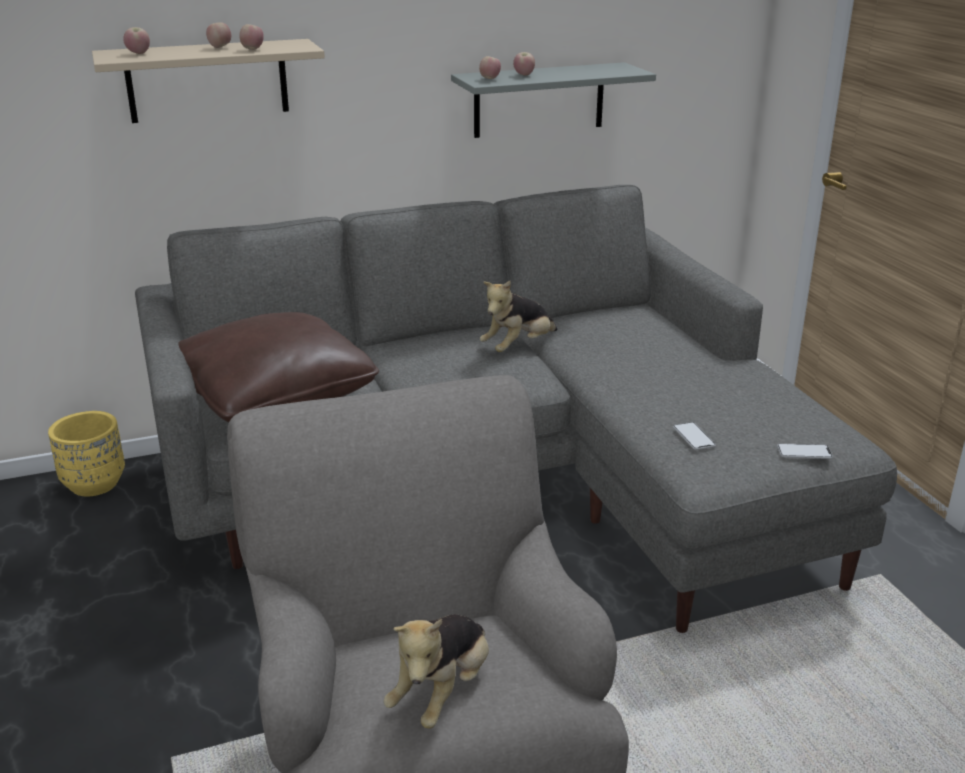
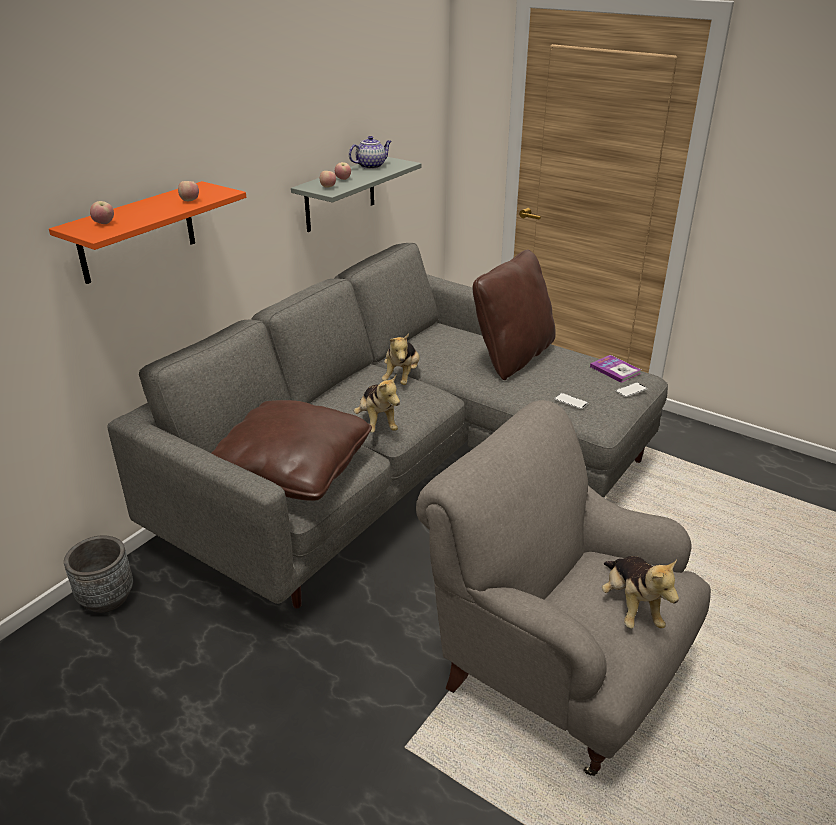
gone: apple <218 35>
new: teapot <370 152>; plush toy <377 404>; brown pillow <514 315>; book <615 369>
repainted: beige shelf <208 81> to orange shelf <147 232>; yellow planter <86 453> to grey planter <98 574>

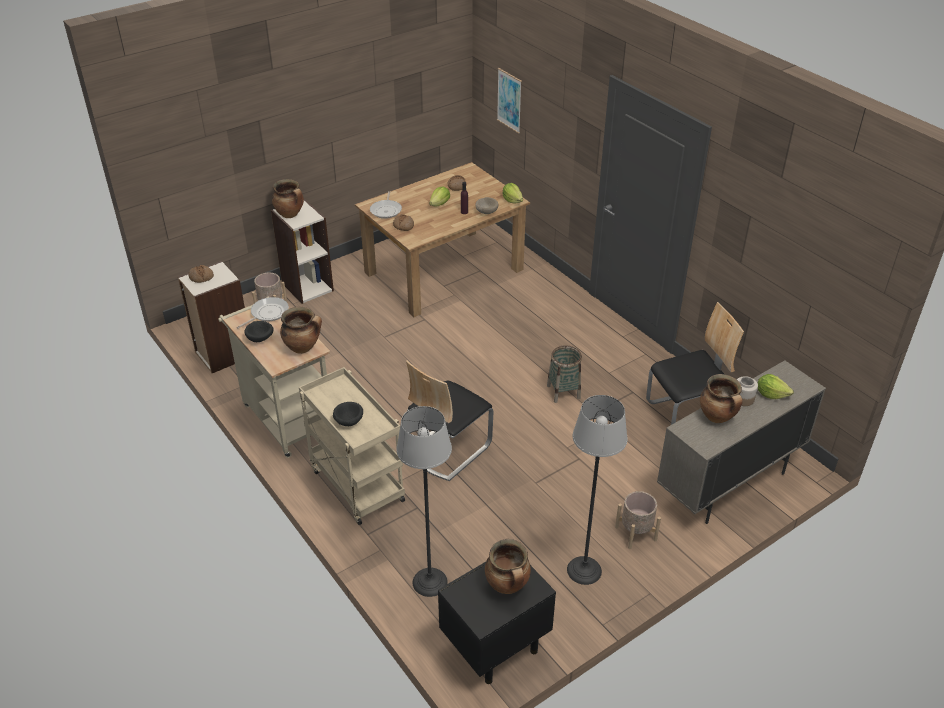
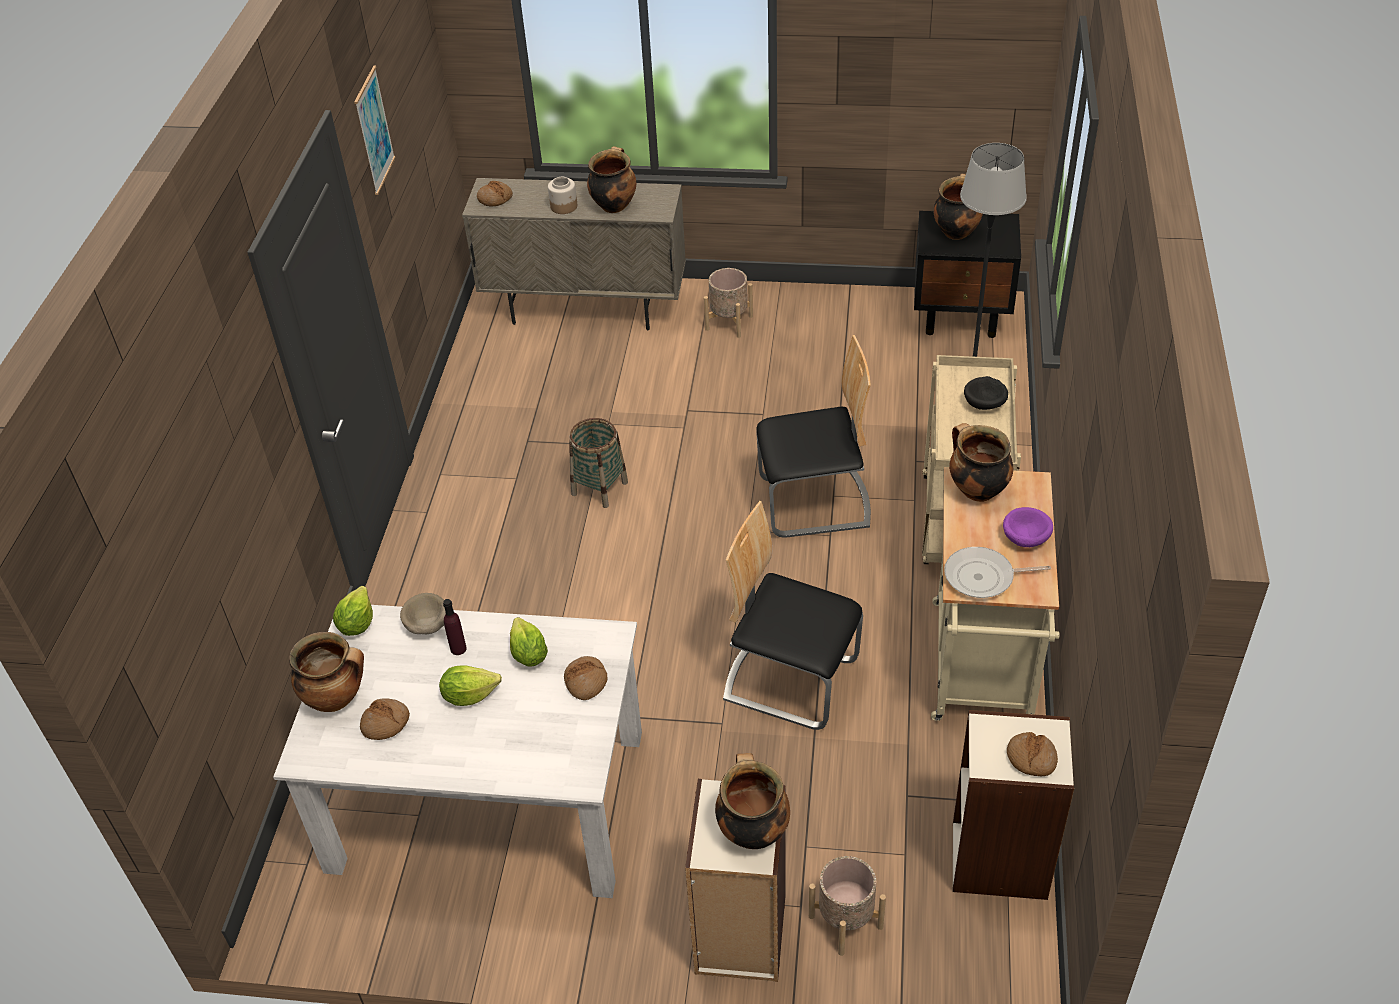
gone: frying pan <386 205>; floor lamp <597 490>
new: cooking pot <326 672>; bread <495 193>
shifted: picture <509 100> to <375 130>; lettuce <776 386> to <529 642>; chair <695 363> to <793 615>
repainted: brown dining table <442 239> to white dining table <457 751>; black bowl <259 331> to purple bowl <1028 527>

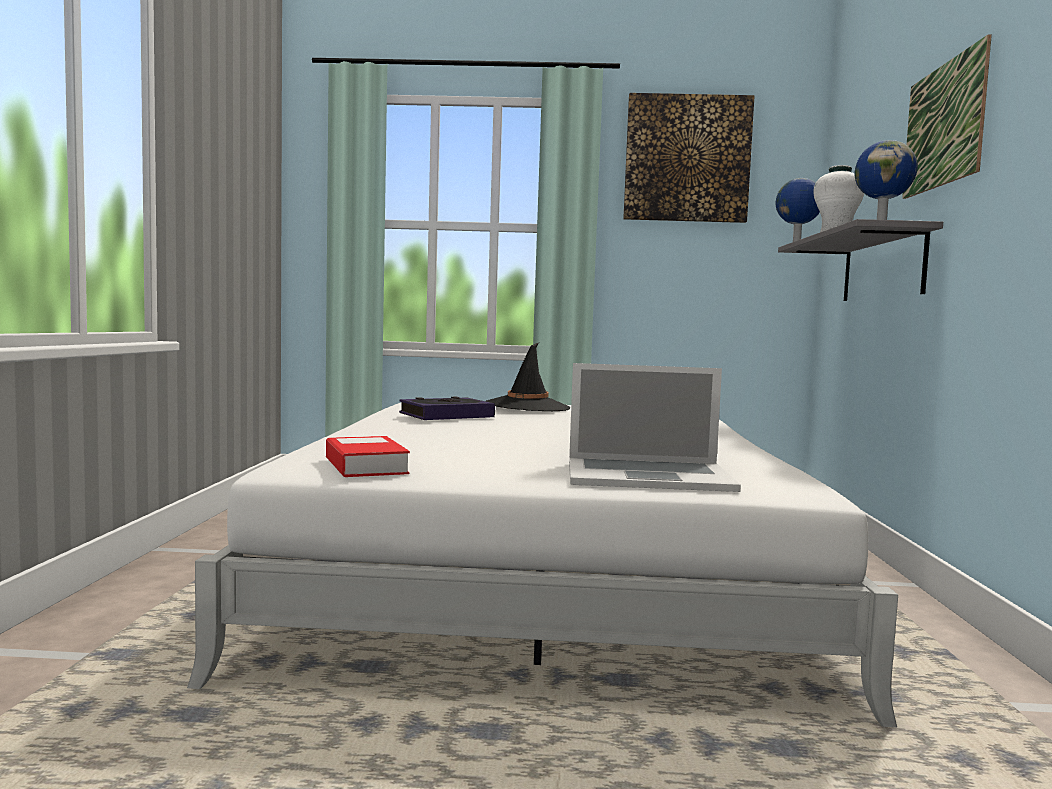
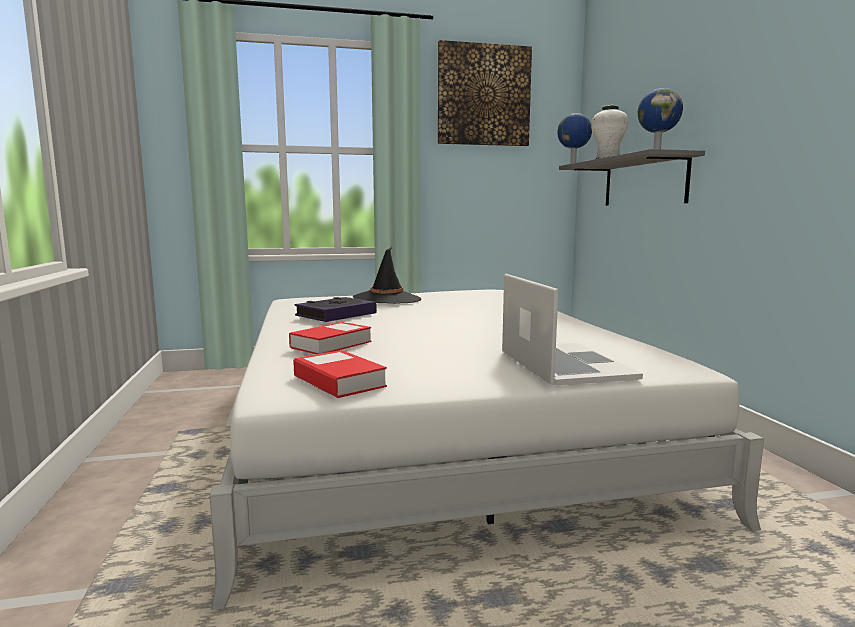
gone: picture <947 116>
new: book <330 338>
rotated: laptop <655 427> = <572 329> 90 degrees counterclockwise

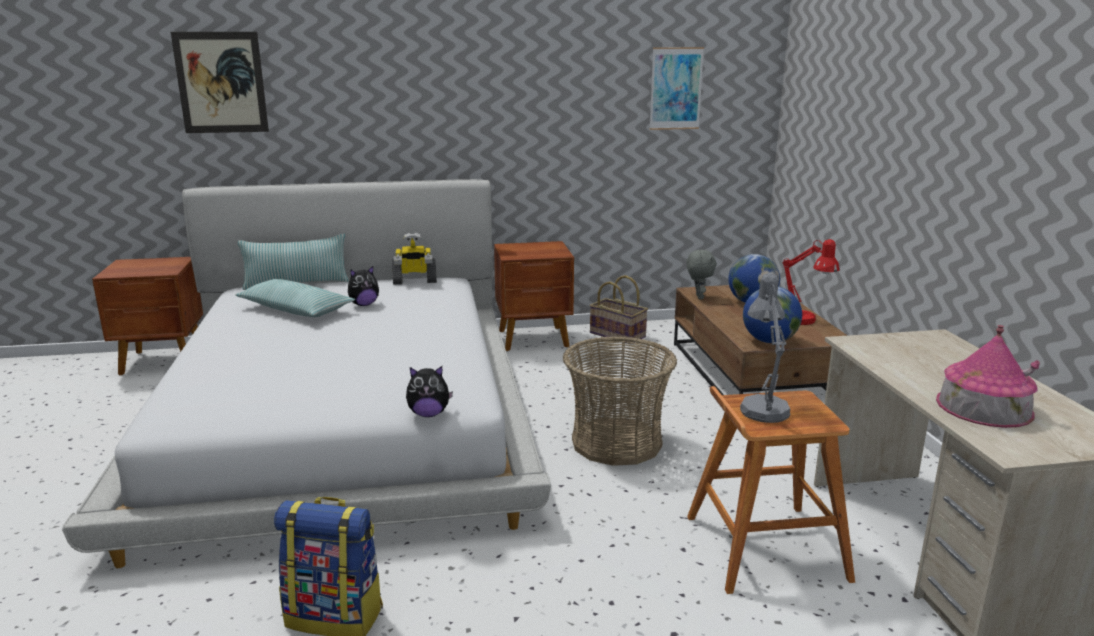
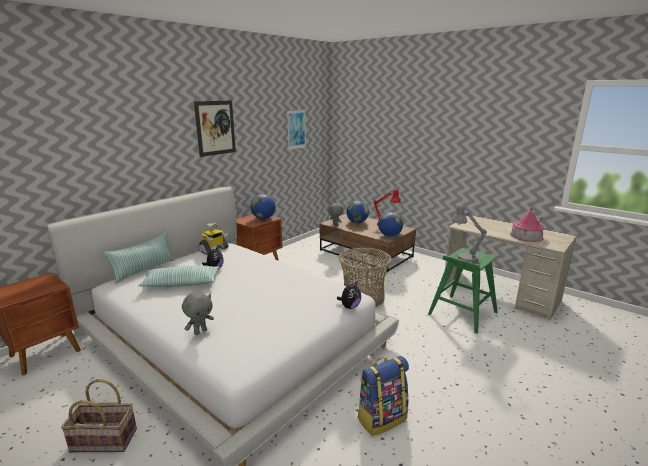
new: grey plush toy <198 313>; globe <263 206>
shifted: basket <618 309> to <99 415>; picture <220 82> to <215 128>
repainted: brown stool <771 490> to green stool <463 291>

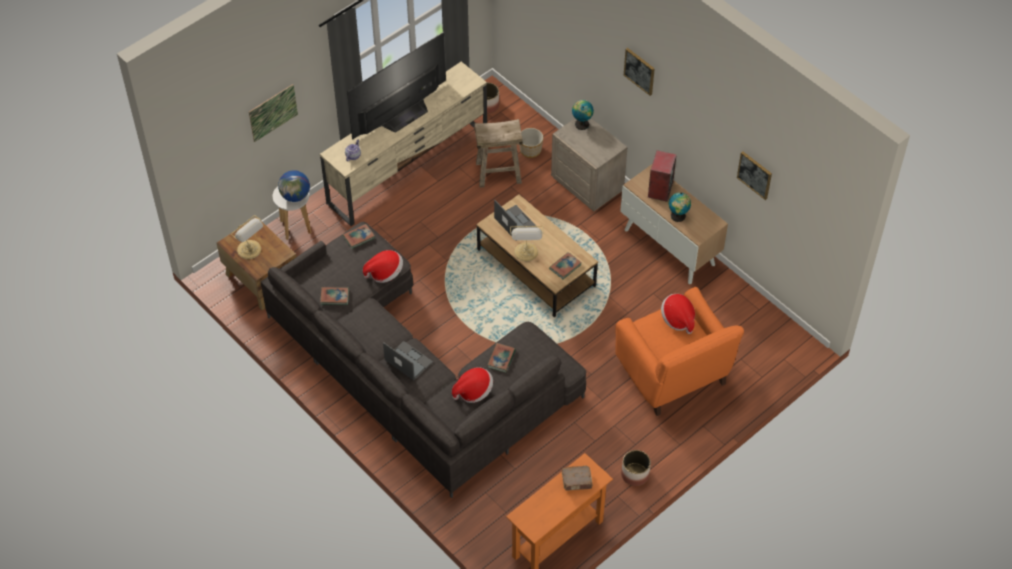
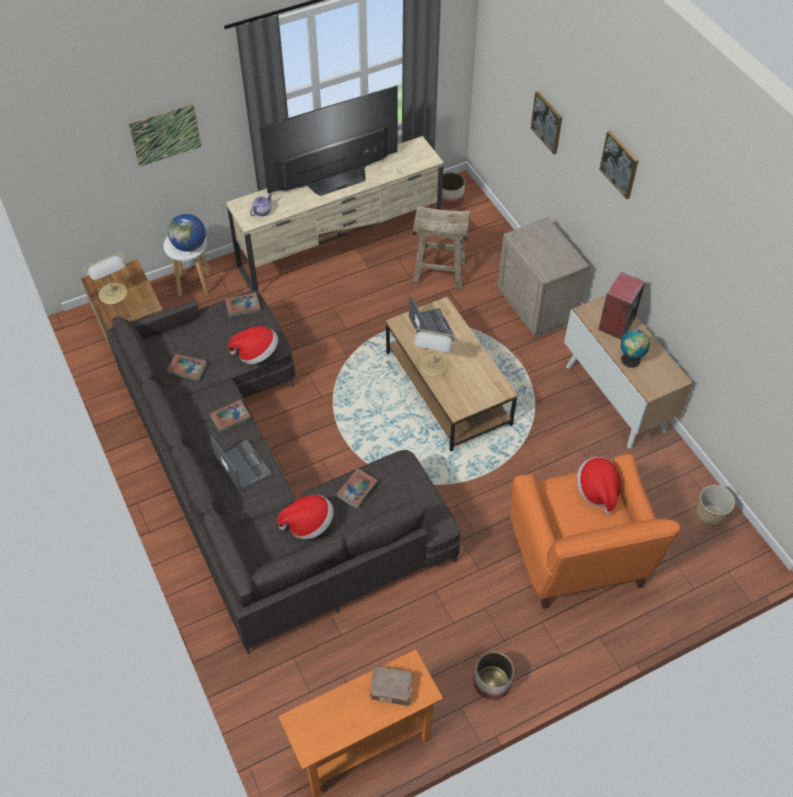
gone: globe <583 115>
shifted: book <565 265> to <230 416>; picture <754 175> to <546 122>; planter <531 143> to <715 505>

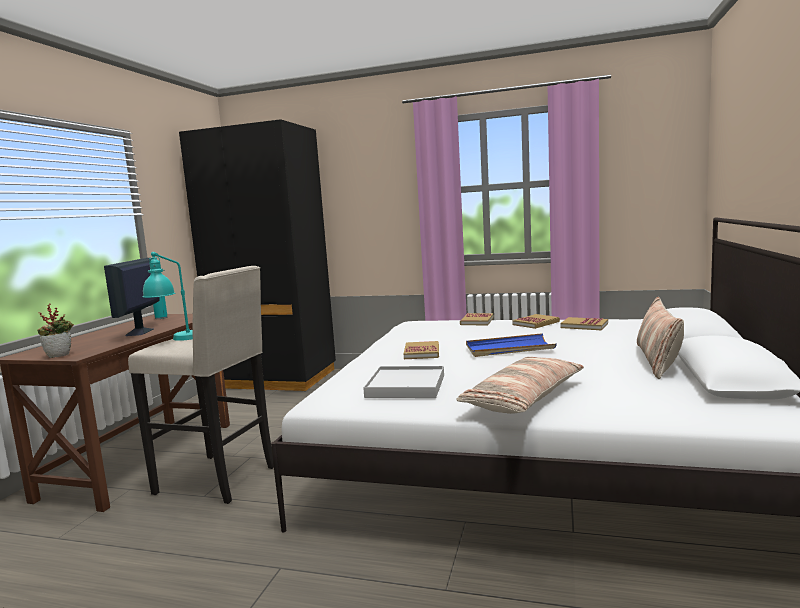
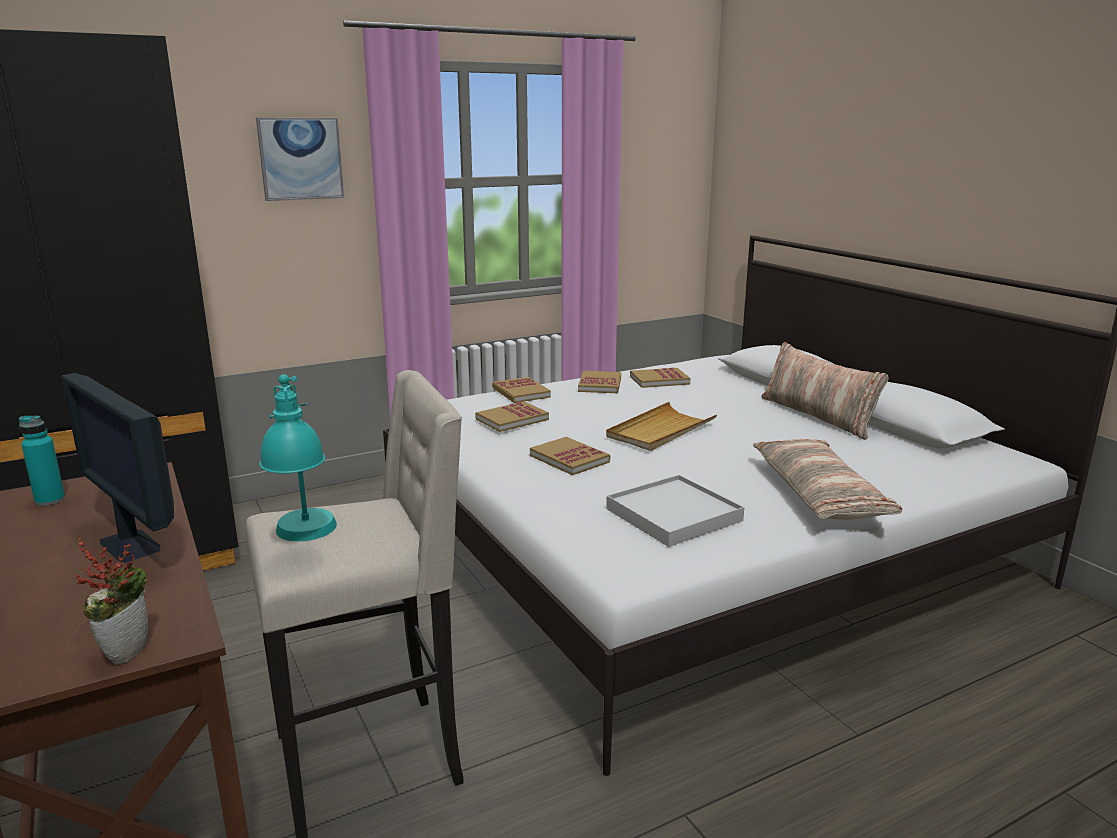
new: picture <300 159>; book <512 417>
repainted: blue tray <511 345> to beige tray <661 426>

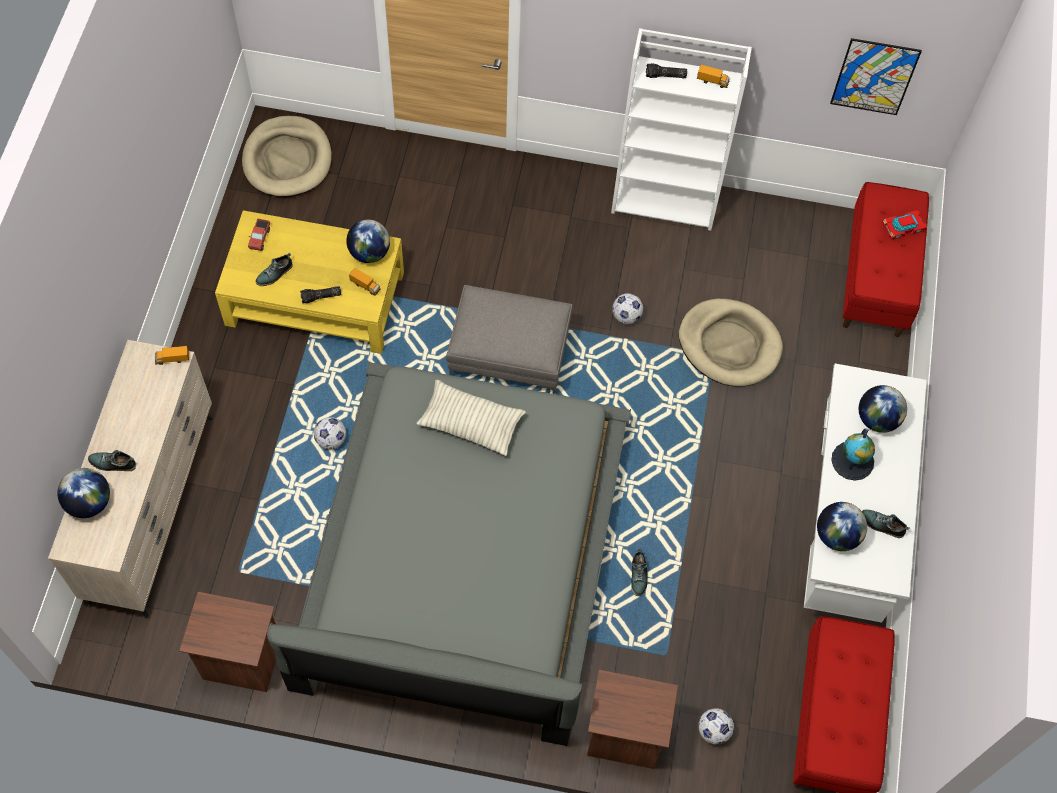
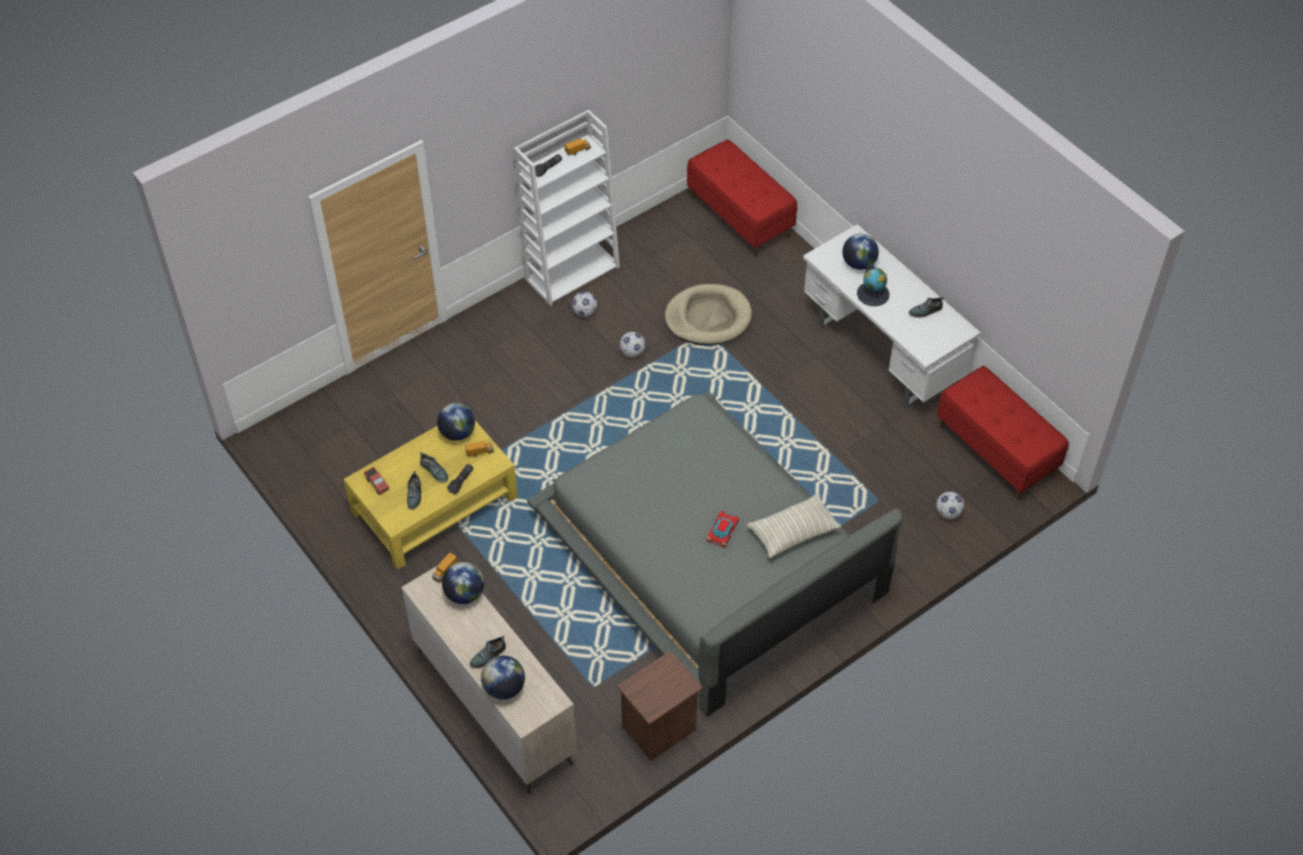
gone: beige dog bed <287 156>; grey ottoman <509 339>; brown nightstand <632 719>; picture <876 76>
shifted: shoe <639 572> to <434 467>; globe <842 526> to <463 583>; football <330 433> to <584 304>; toy car <904 225> to <722 529>; pillow <471 418> to <794 526>

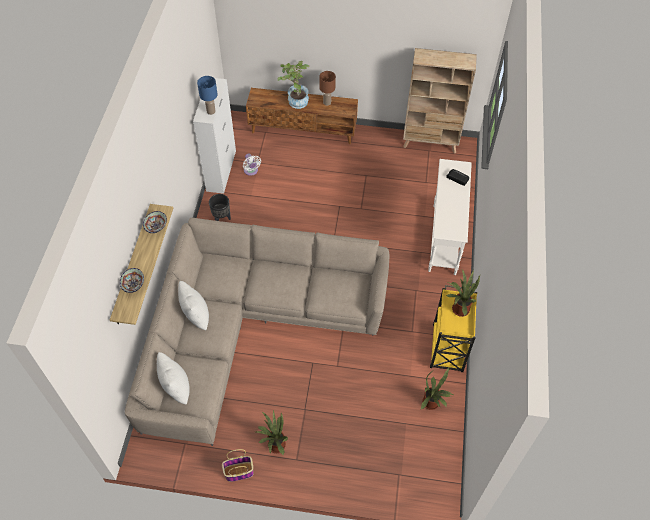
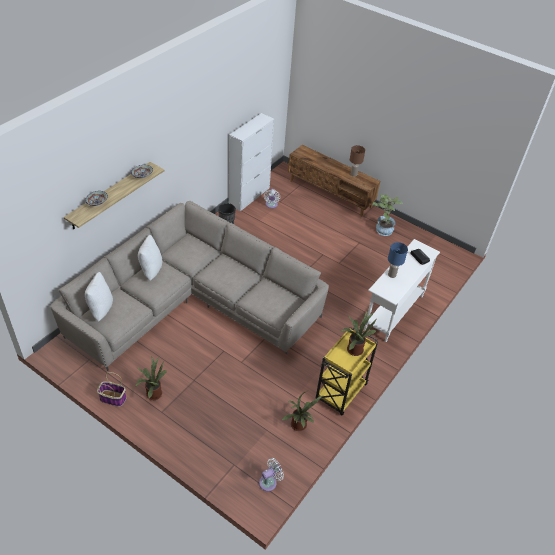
gone: beige bookcase <440 101>
new: white fan <271 475>
shifted: potted plant <293 85> to <387 215>; blue table lamp <207 95> to <398 260>

